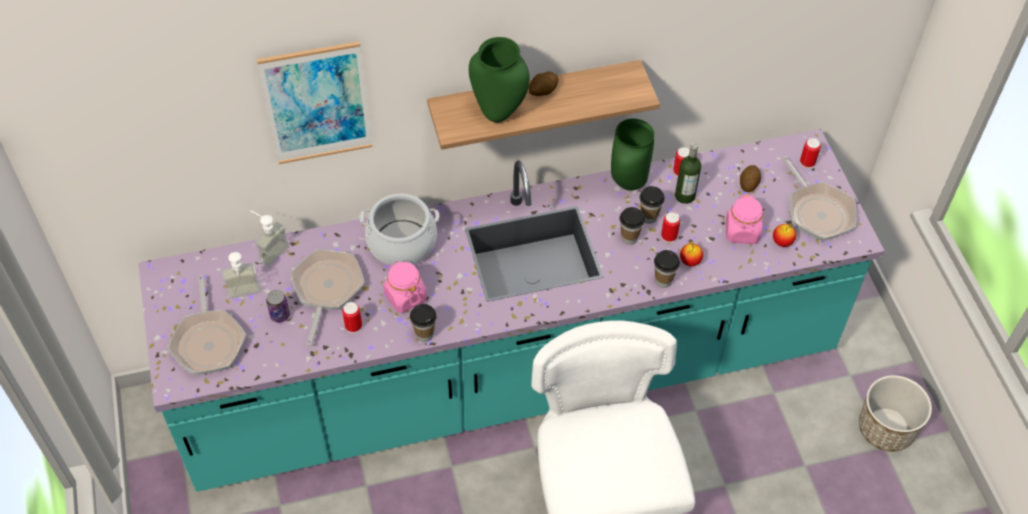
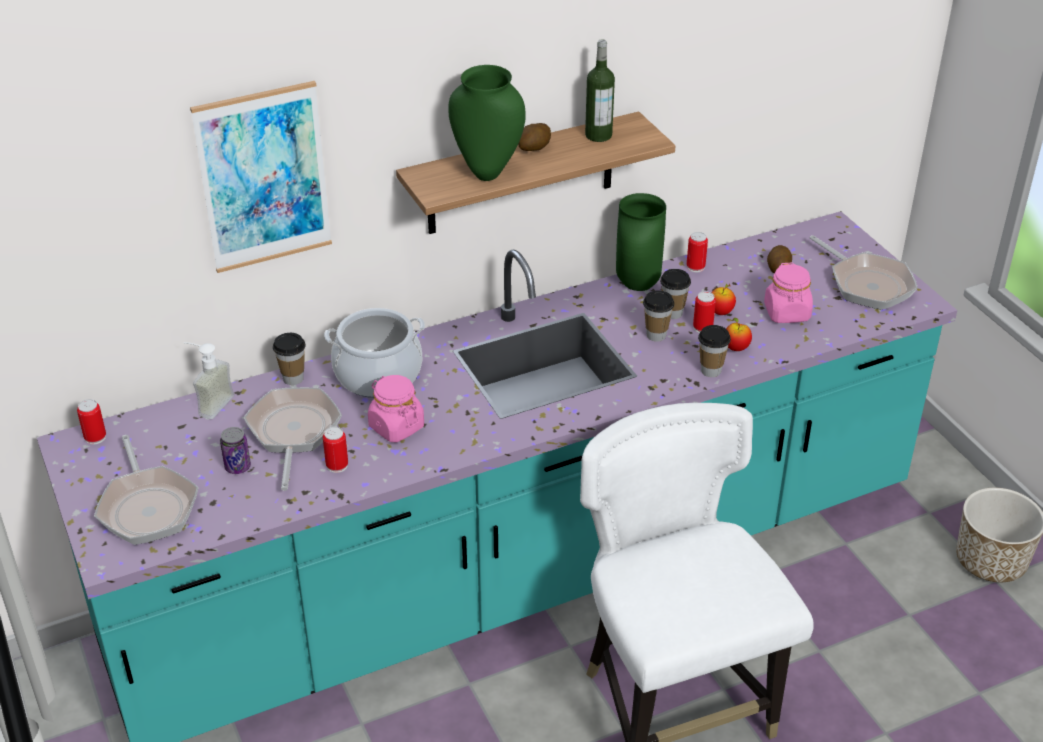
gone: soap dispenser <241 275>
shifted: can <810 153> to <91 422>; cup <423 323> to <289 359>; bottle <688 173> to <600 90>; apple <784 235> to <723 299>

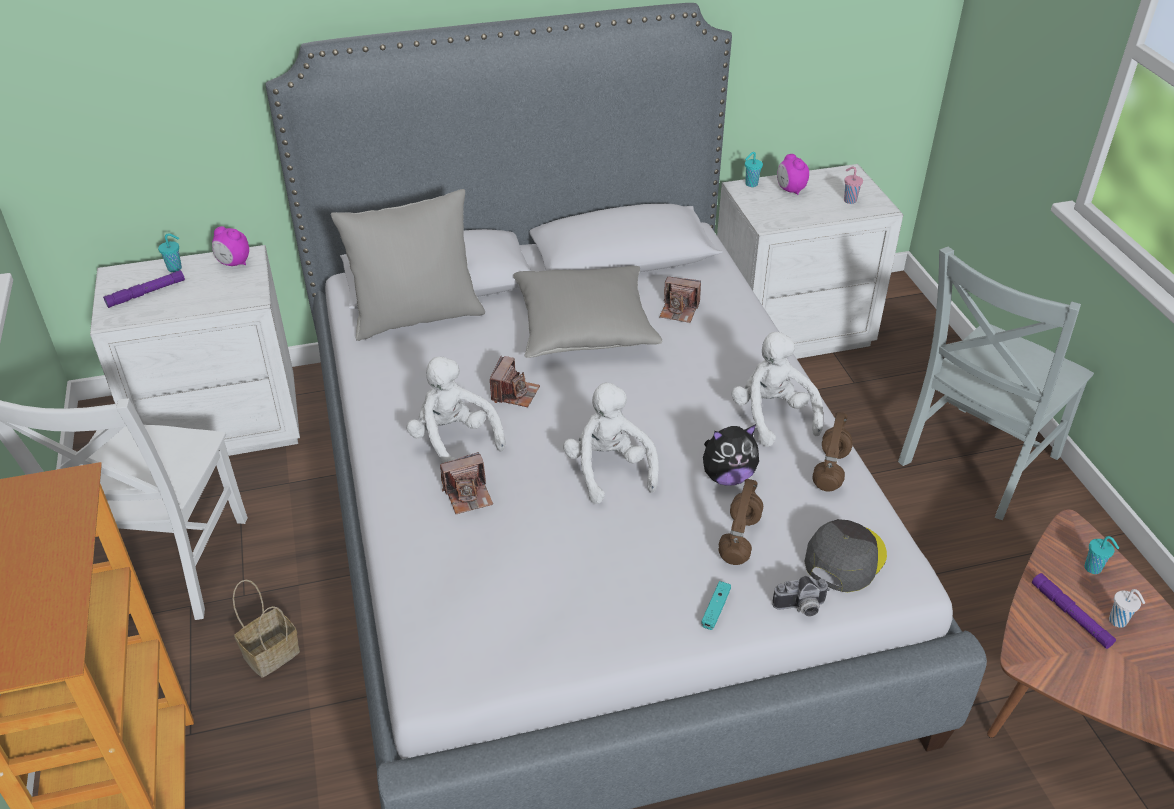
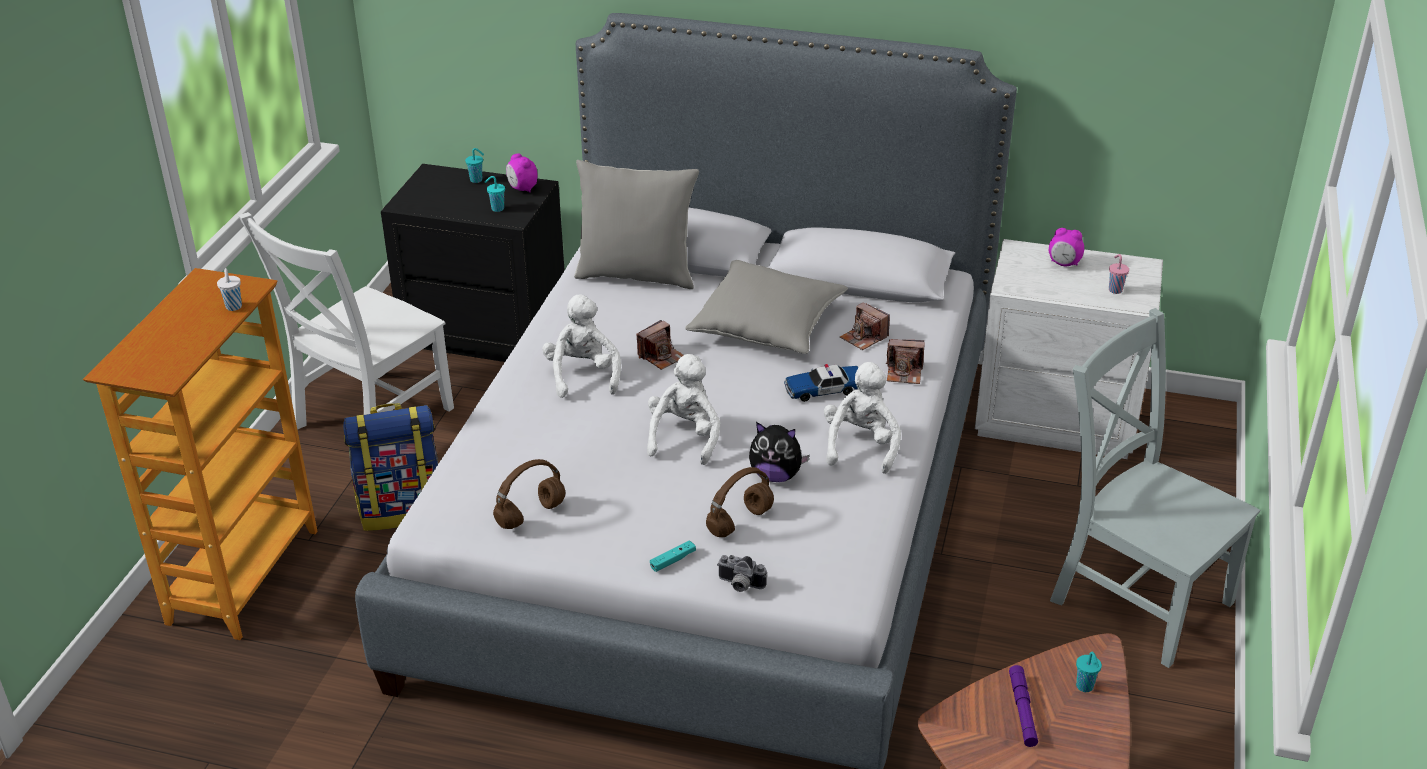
gone: purple flashlight <144 289>; grey cap <845 555>
new: toy car <821 383>
shifted: white cup <1127 608> to <229 289>; turquoise cup <754 169> to <495 194>; brown headphones <832 452> to <529 494>; photo camera <466 483> to <905 361>
swapped: basket <266 629> to backpack <390 467>
repainted: white nightstand <195 350> to black nightstand <473 263>
rotated: alarm clock <793 174> = <1066 247> 75 degrees counterclockwise; grey chair <996 383> = <1155 488> 60 degrees clockwise

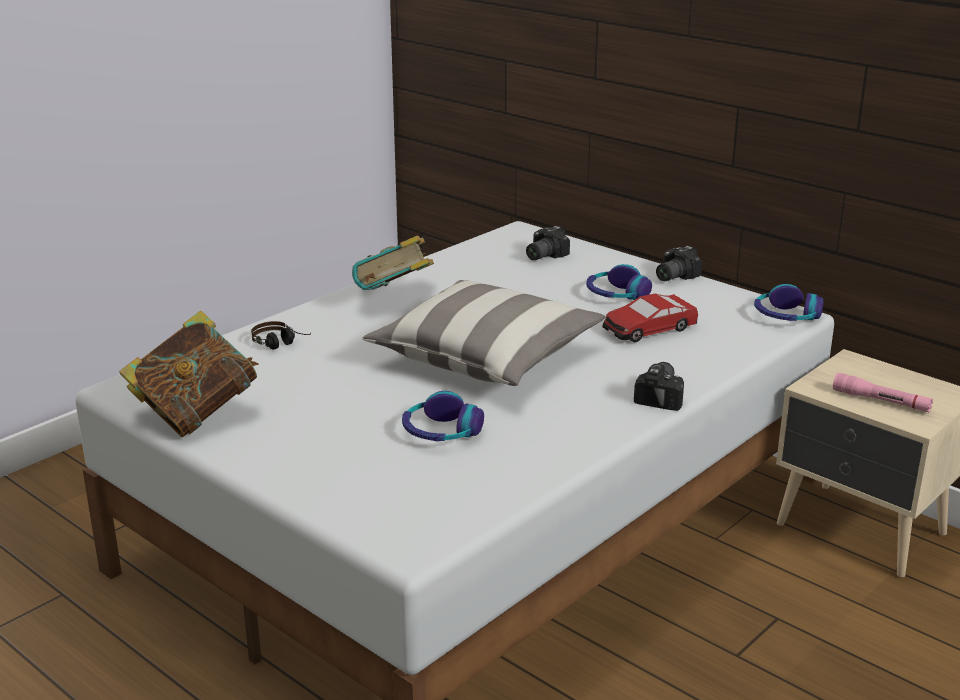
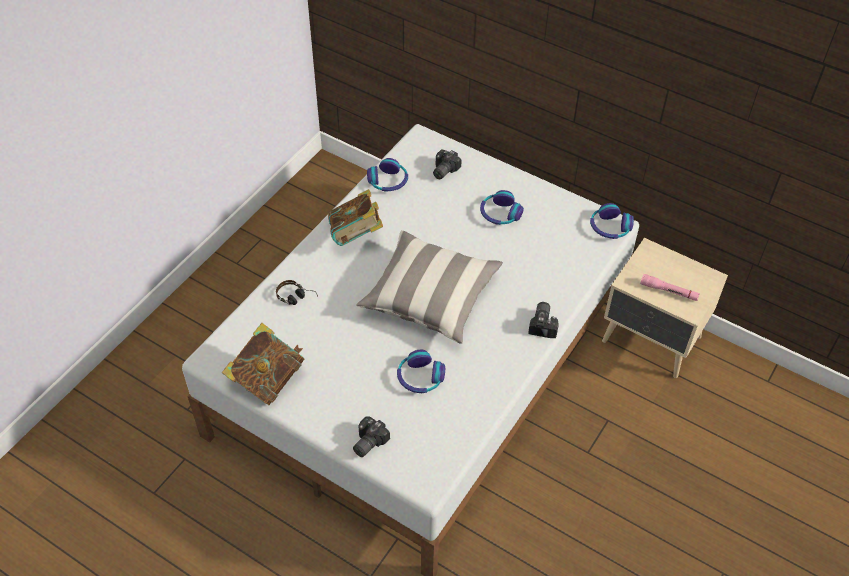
gone: toy car <650 318>
new: headphones <387 175>
shifted: photo camera <679 263> to <371 436>

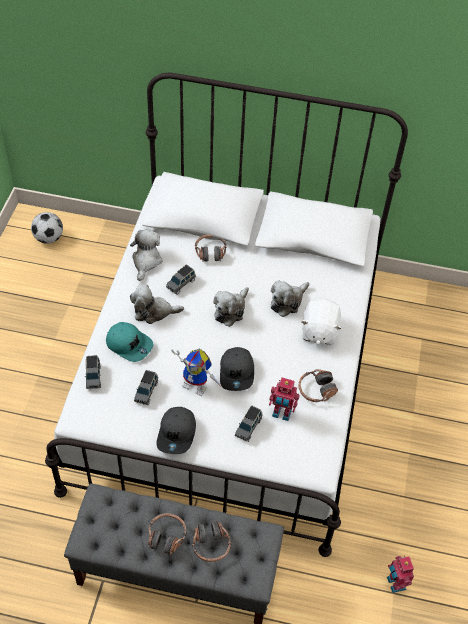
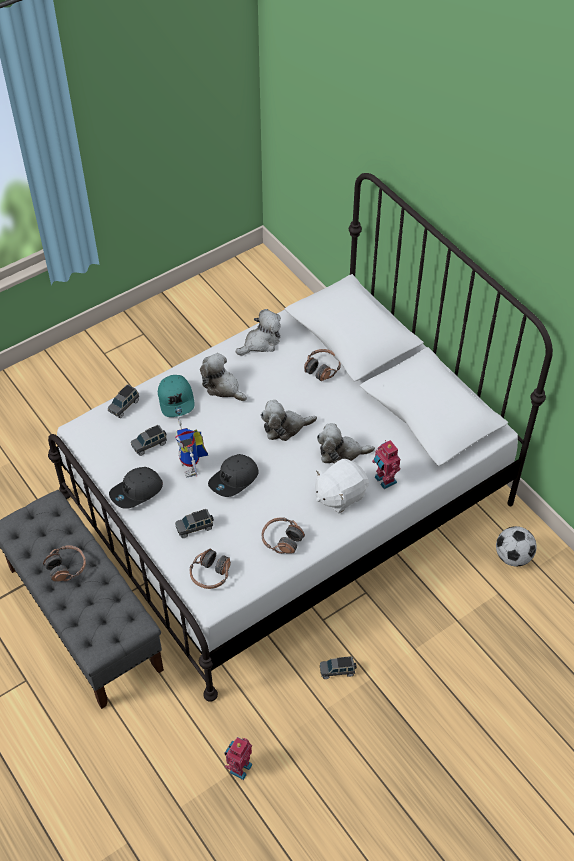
shifted: headphones <211 541> to <210 568>; grey toy car <181 280> to <338 667>; toy robot <284 399> to <386 464>; football <47 228> to <516 546>

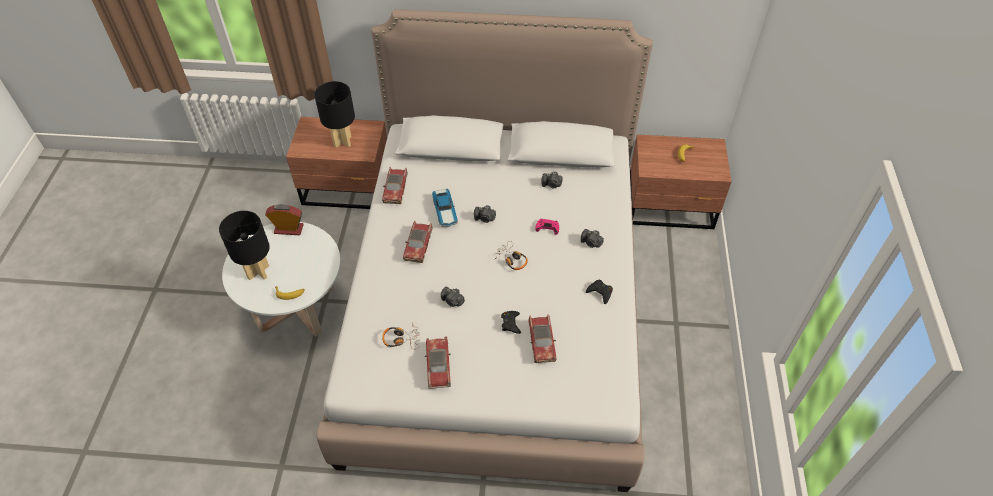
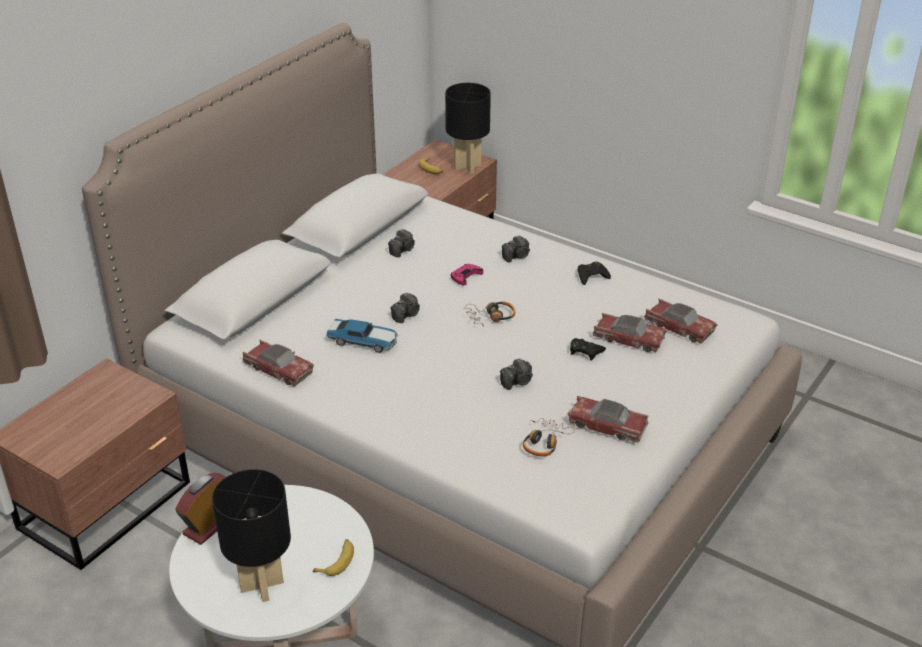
shifted: black table lamp <334 114> to <468 128>; toy car <418 242> to <680 321>

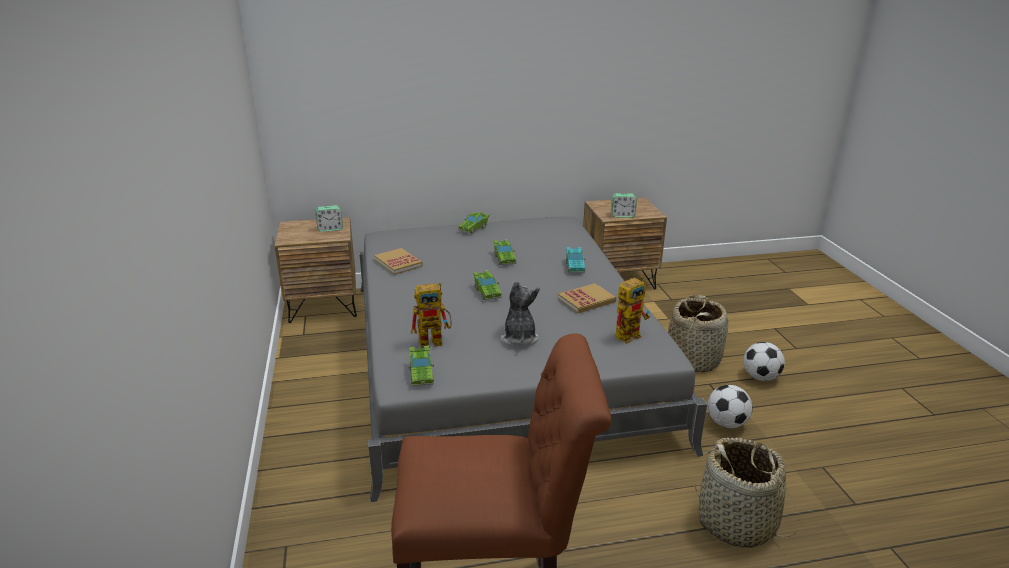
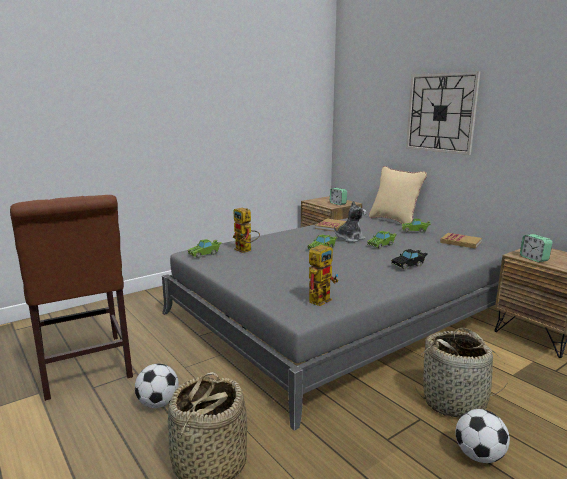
new: beige pillow <398 195>; wall clock <443 113>
shifted: football <730 406> to <157 386>; plush toy <520 313> to <350 221>; book <587 298> to <461 241>
repainted: turquoise toy car <576 260> to black toy car <409 259>
rotated: toy robot <632 310> = <323 274> 75 degrees counterclockwise

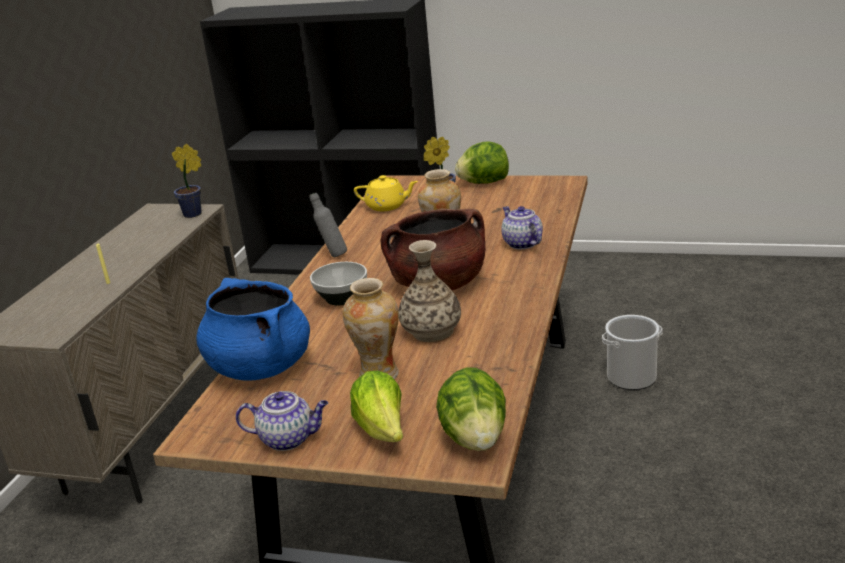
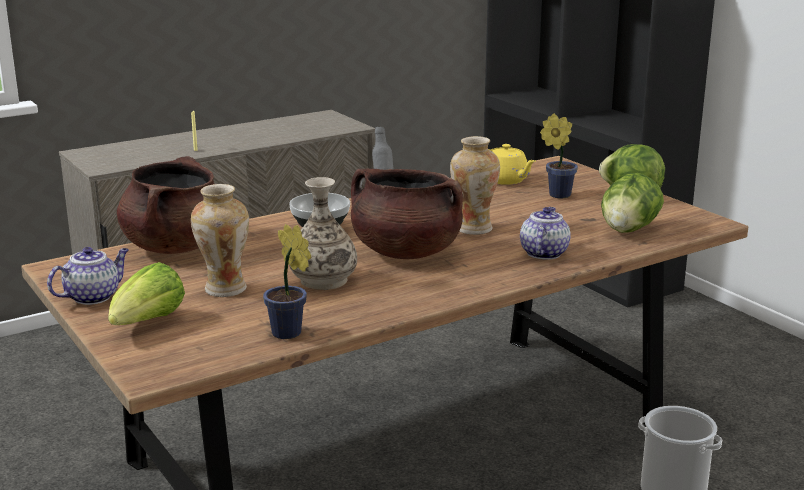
shifted: potted plant <187 181> to <287 281>; lettuce <471 409> to <632 203>
repainted: blue cooking pot <253 329> to brown cooking pot <165 205>
rotated: teapot <282 421> = <88 276> 90 degrees counterclockwise

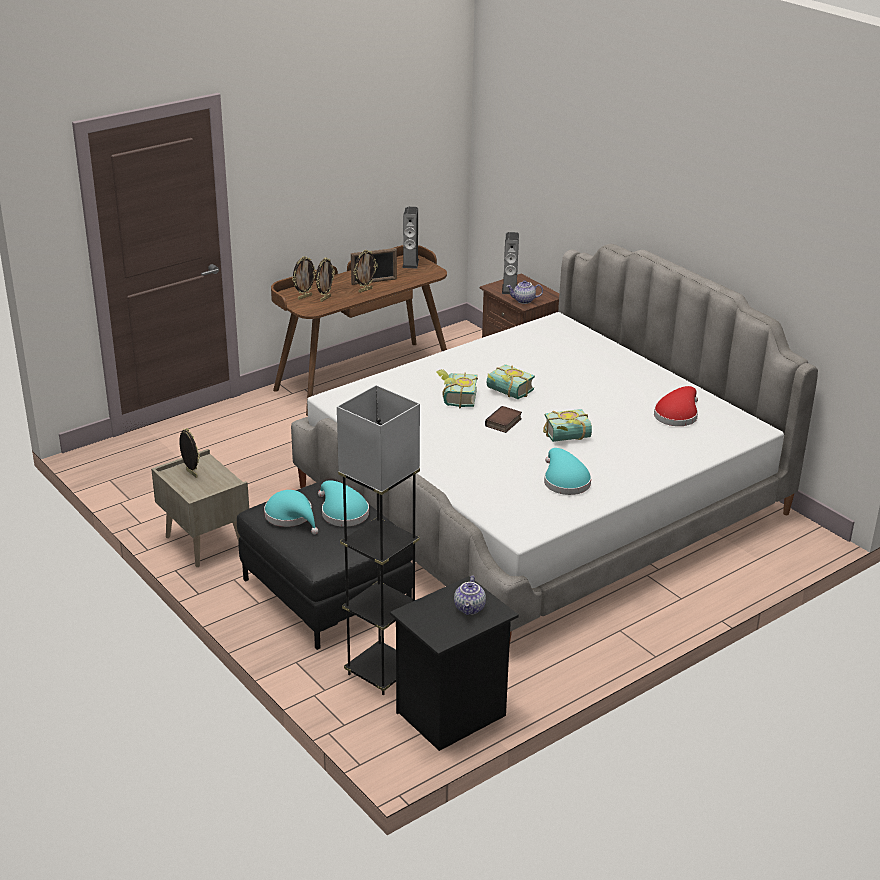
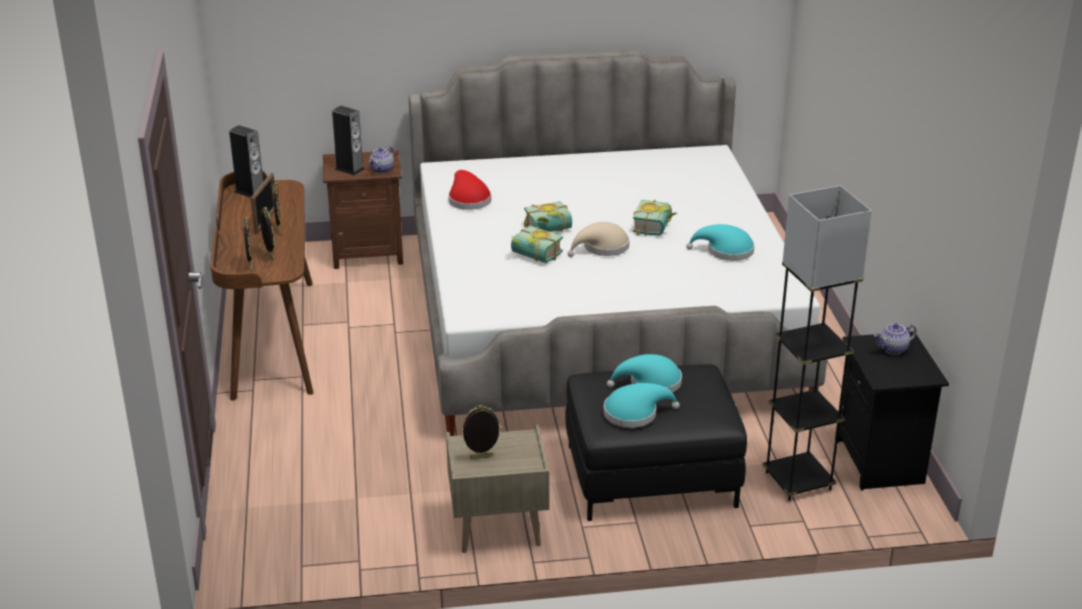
shifted: red hat <676 406> to <469 190>
swapped: book <503 419> to beige hat <598 239>
rotated: teapot <470 595> = <895 339> 120 degrees clockwise

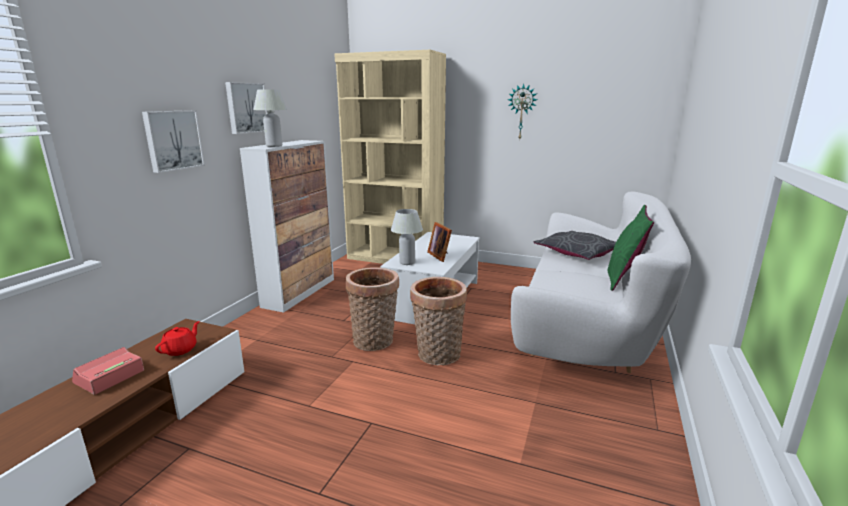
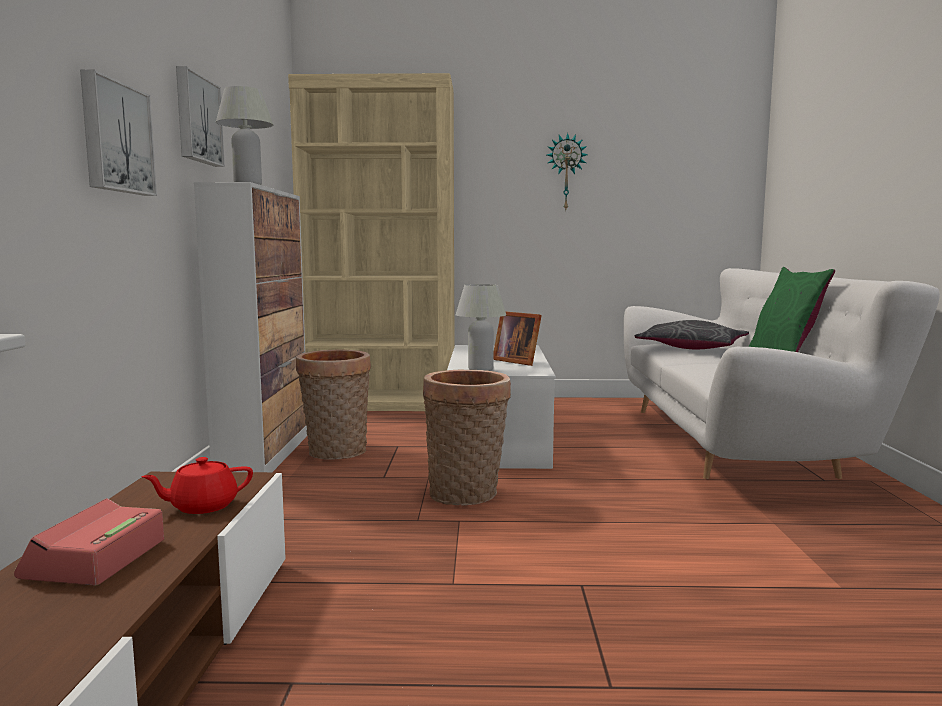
shifted: basket <438 321> to <333 404>
rotated: red teapot <177 338> = <197 485> 120 degrees counterclockwise

